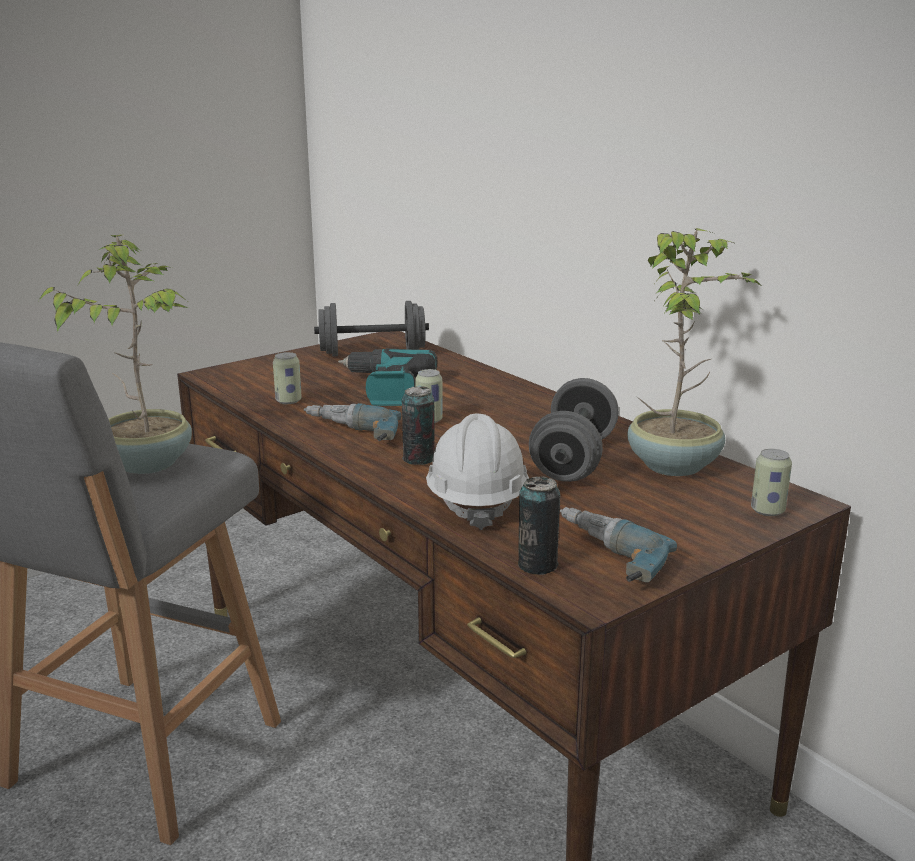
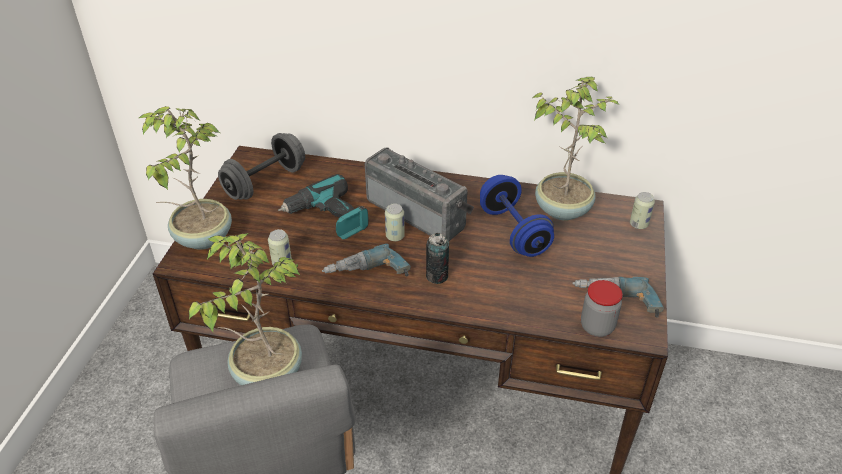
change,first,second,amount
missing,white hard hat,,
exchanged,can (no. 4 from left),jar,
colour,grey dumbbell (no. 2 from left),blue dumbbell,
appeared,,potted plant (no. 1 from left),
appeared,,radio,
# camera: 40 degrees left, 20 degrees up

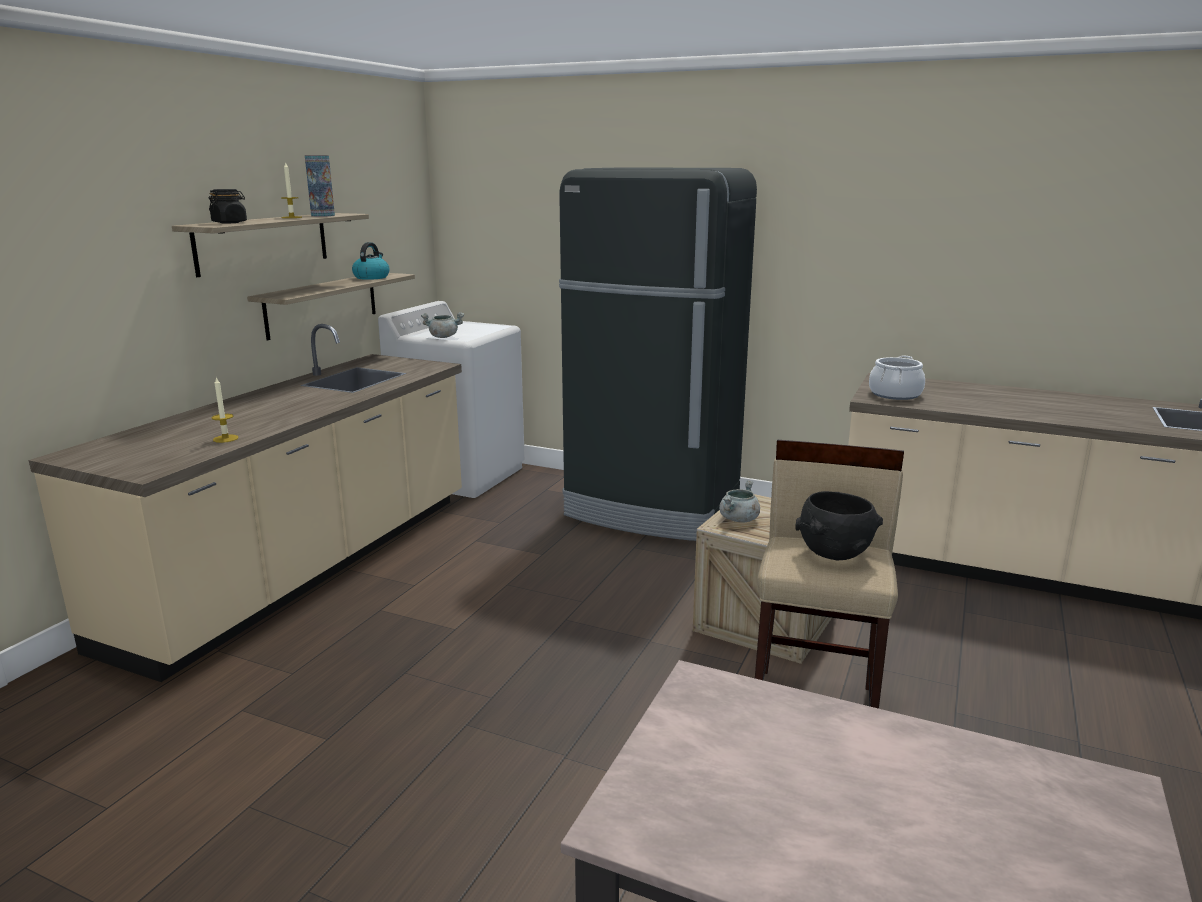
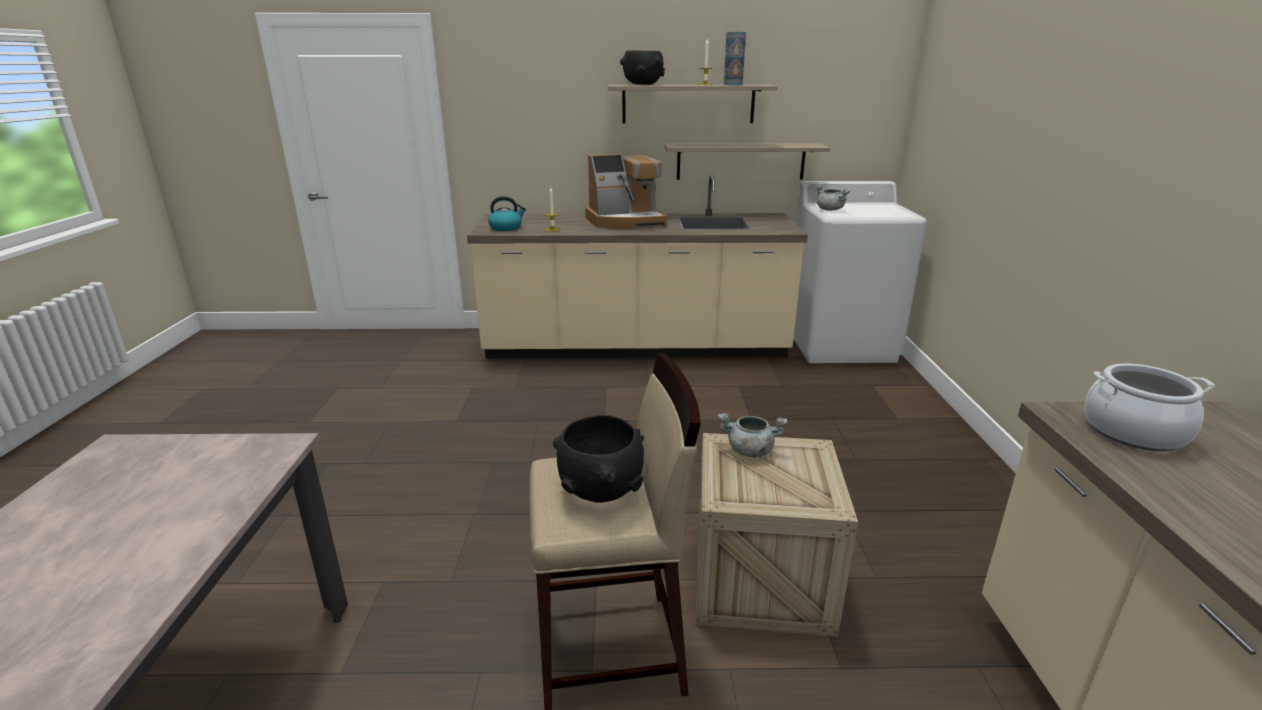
change,first,second,amount
exchanged,black jar,black bowl (no. 2 from left),
relocated,kettle,,
missing,black fridge,,
appeared,,coffee machine,
# camera: 65 degrees right, 5 degrees up

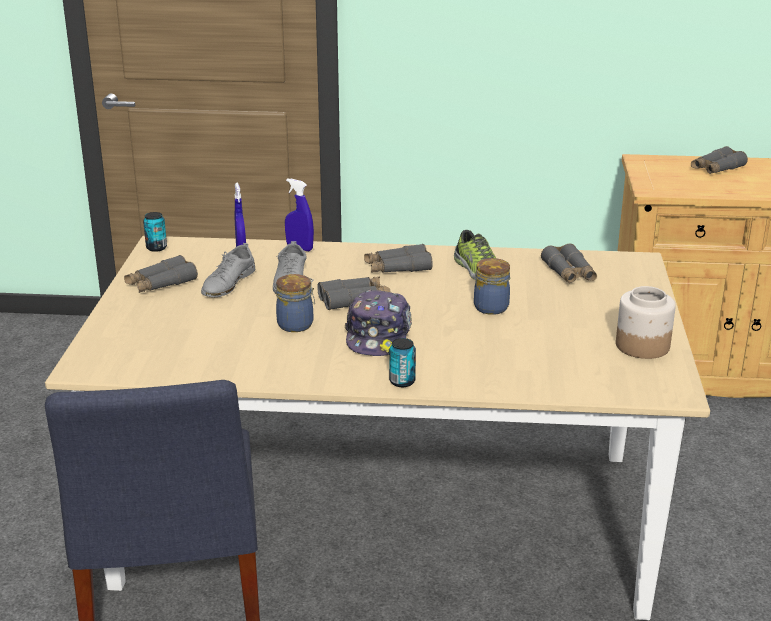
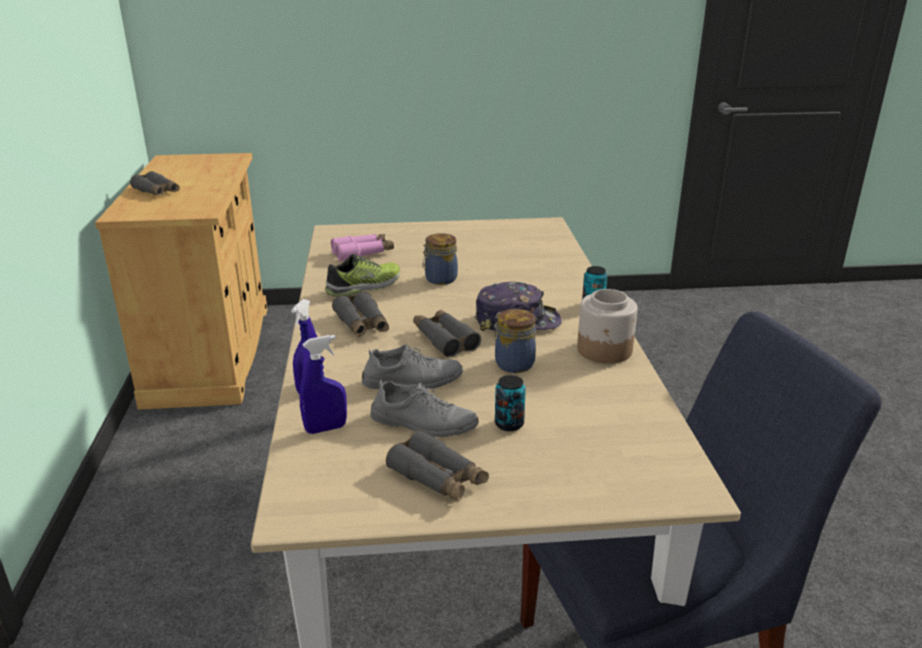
change,first,second,amount
relocated,can (no. 1 from left),,
colour,grey binoculars (no. 4 from left),pink binoculars,
relocated,jar (no. 3 from left),,
# camera: 100 degrees left, 0 degrees up

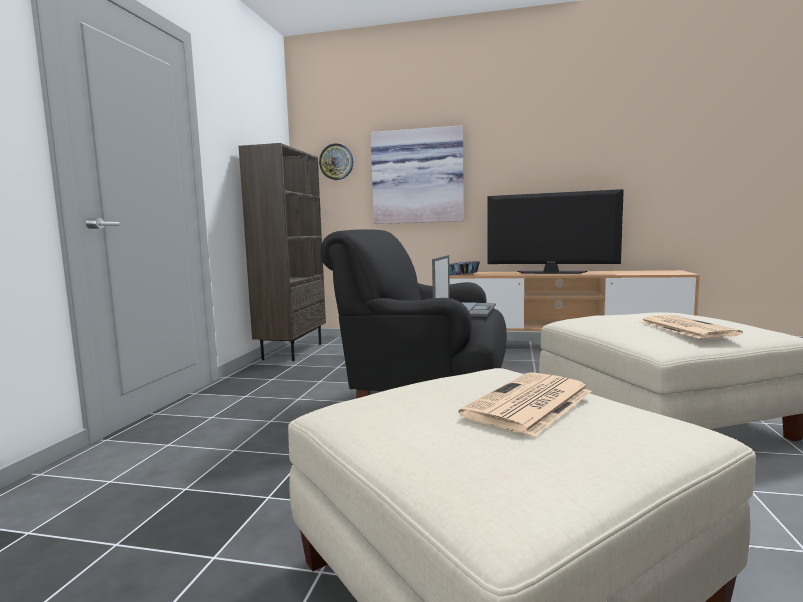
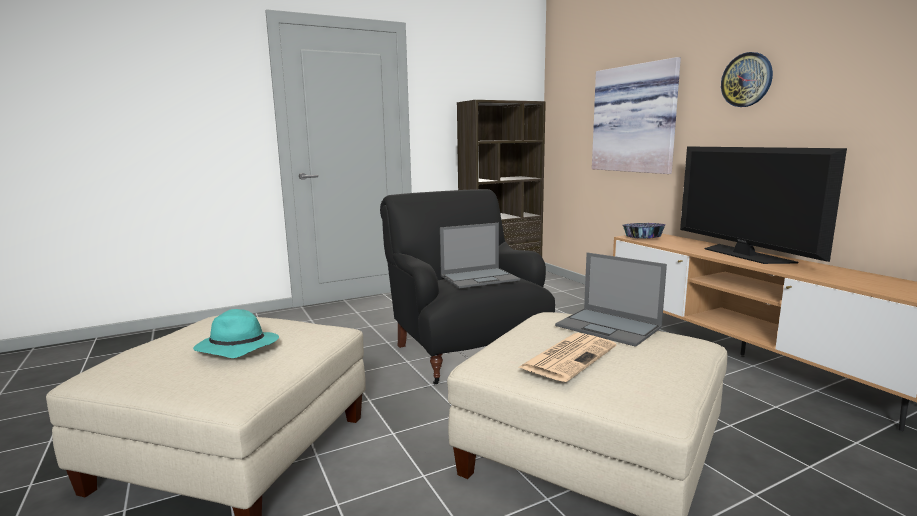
change,first,second,amount
relocated,wall clock,,
exchanged,newspaper (no. 1 from left),turquoise hat,
appeared,,laptop (no. 2 from left),
# camera: 50 degrees right, 5 degrees up

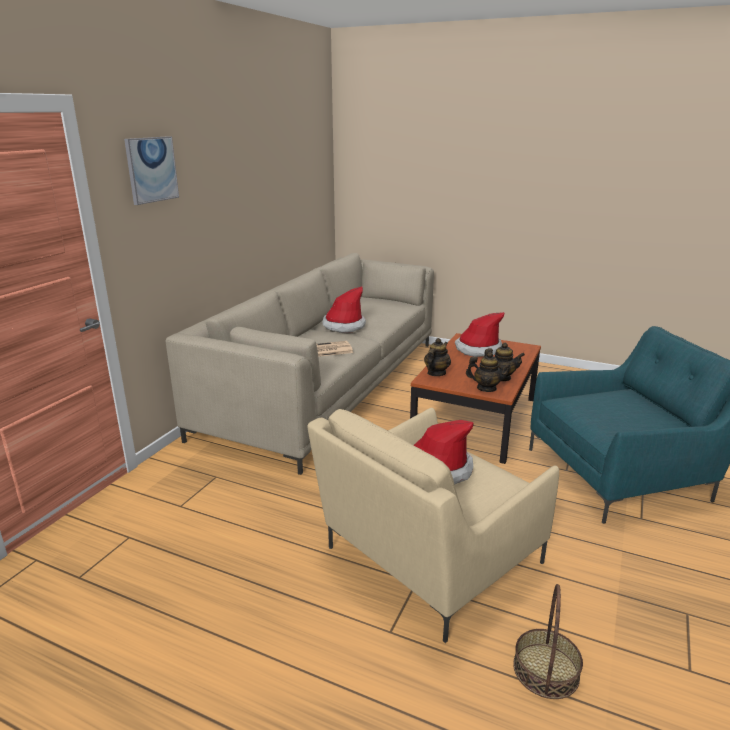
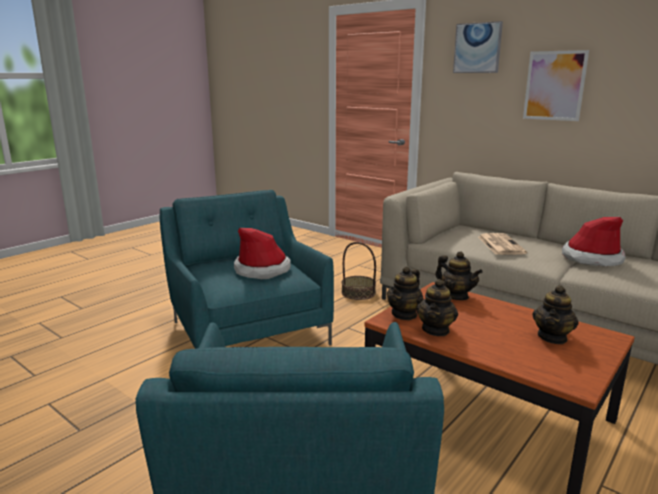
change,first,second,amount
colour,beige armchair,turquoise armchair (no. 1 from left),
exchanged,hat (no. 3 from left),teapot (no. 4 from left),
relocated,basket,,
appeared,,picture (no. 2 from left),
# camera: 105 degrees right, 5 degrees down

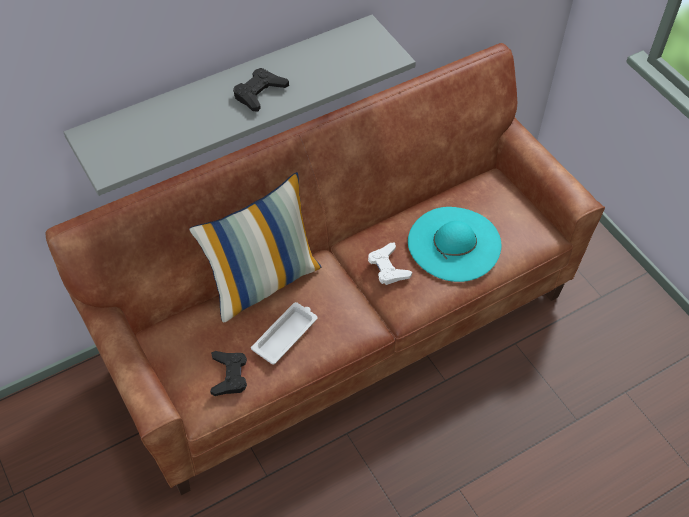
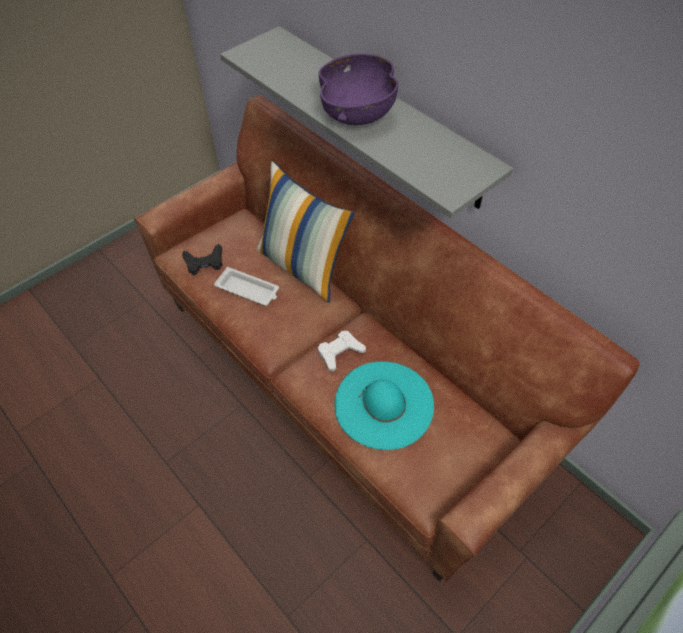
change,first,second,amount
exchanged,black game controller (no. 2 from left),purple bowl,
# camera: 80 degrees right, 0 degrees up

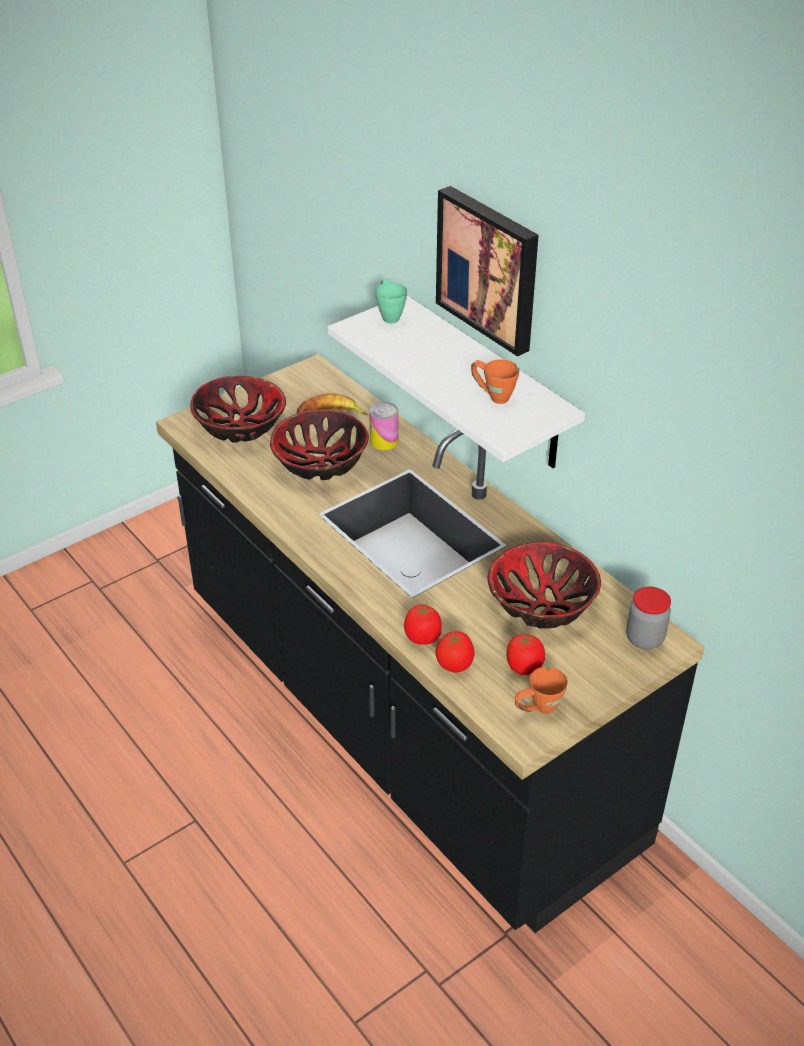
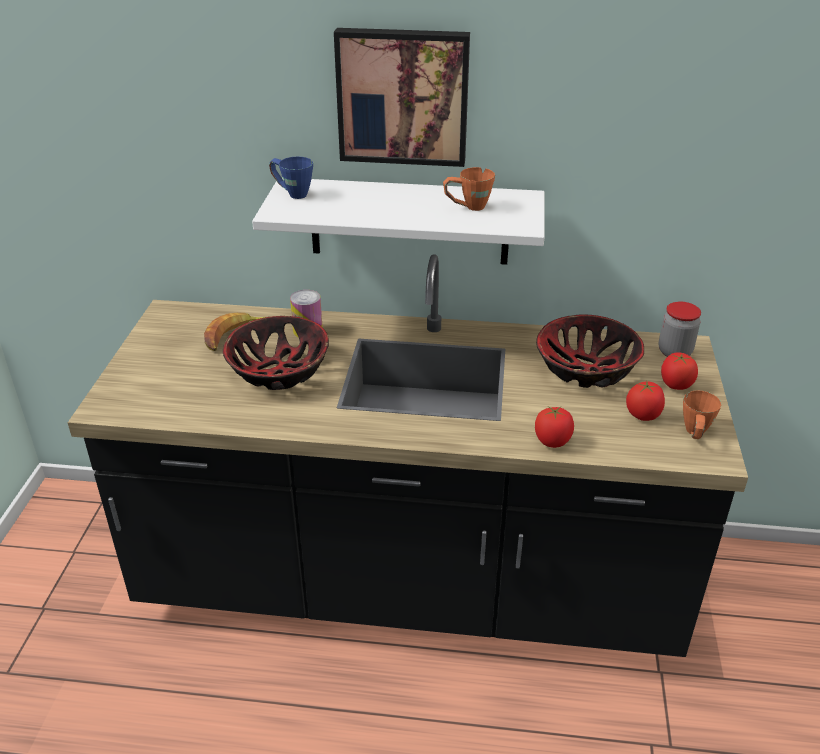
change,first,second,amount
missing,bowl (no. 1 from left),,
colour,green mug,blue mug,
relocated,tomato (no. 2 from left in the first image),tomato (no. 3 from left),
# camera: 45 degrees left, 5 degrees down

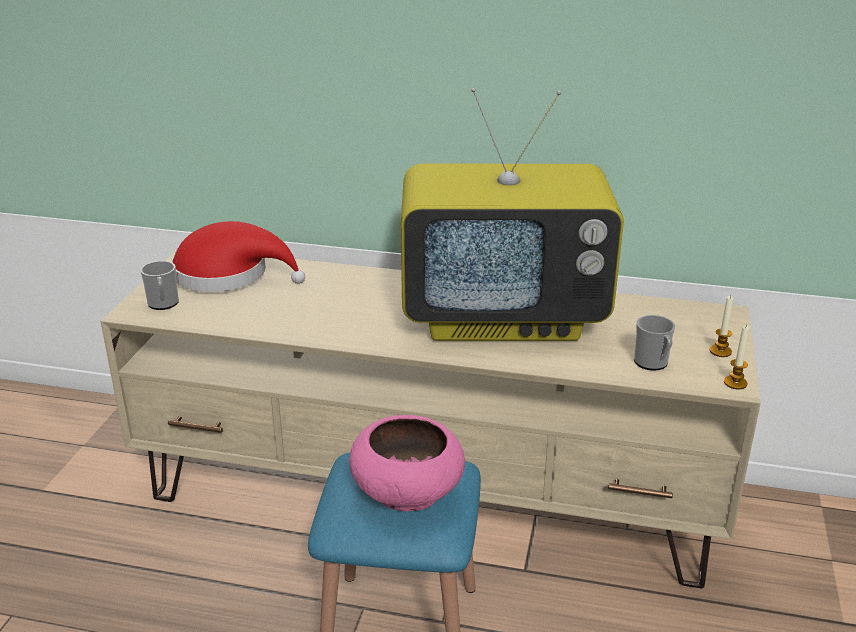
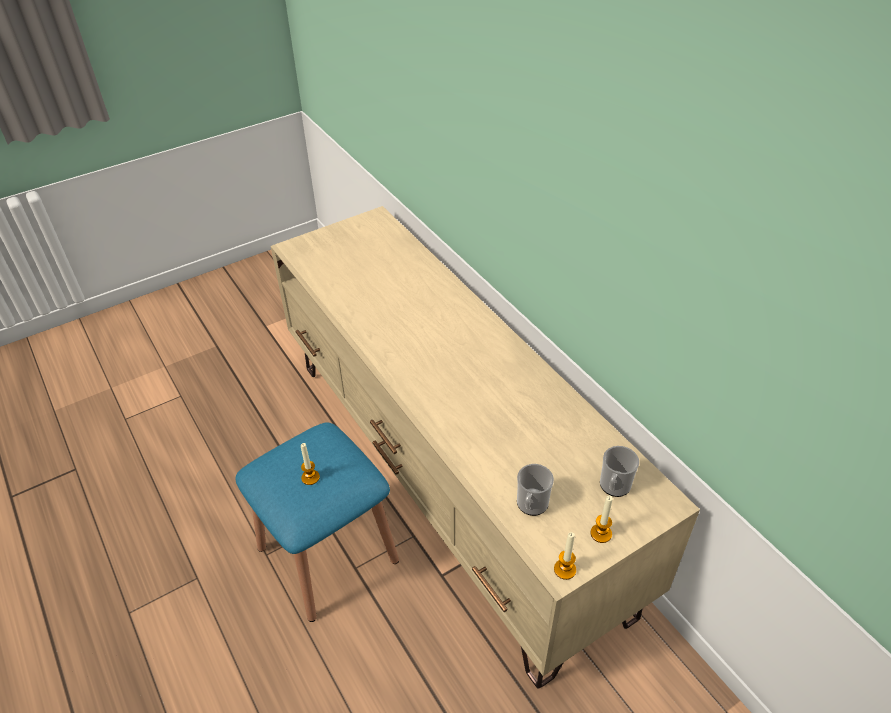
change,first,second,amount
relocated,mug (no. 1 from left in the first image),mug (no. 2 from left),
missing,red hat,,
exchanged,pink bowl,candle (no. 1 from left),
missing,television,,
# camera: 45 degrees right, 15 degrees up

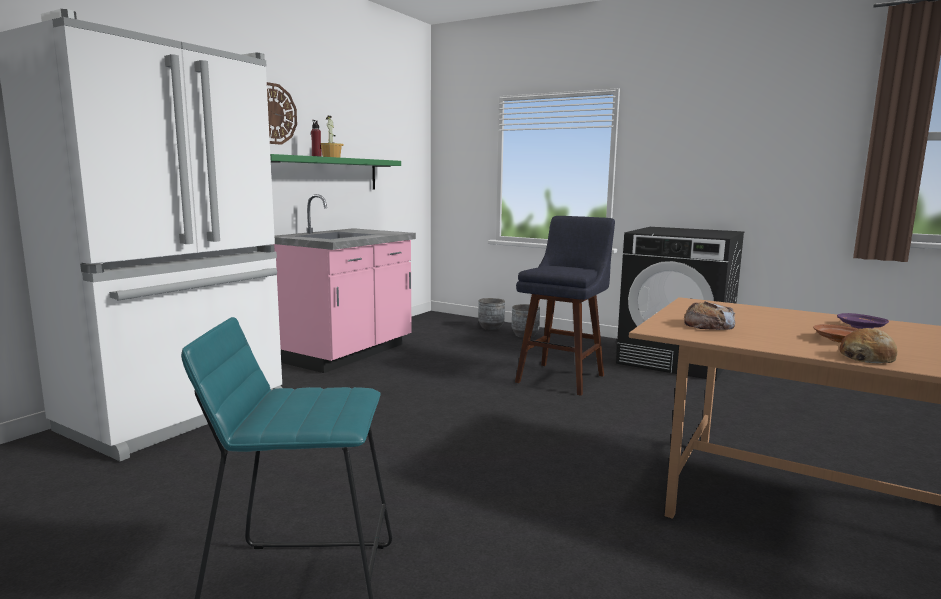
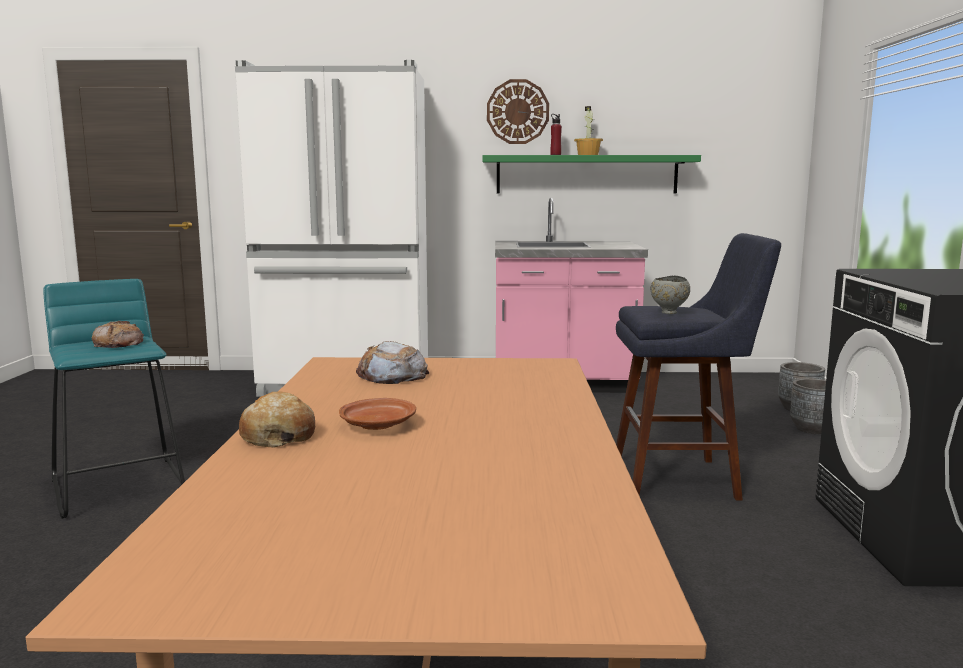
change,first,second,amount
missing,purple plate,,
appeared,,bread (no. 1 from left),
appeared,,grey bowl,
# camera: 60 degrees right, 0 degrees up

